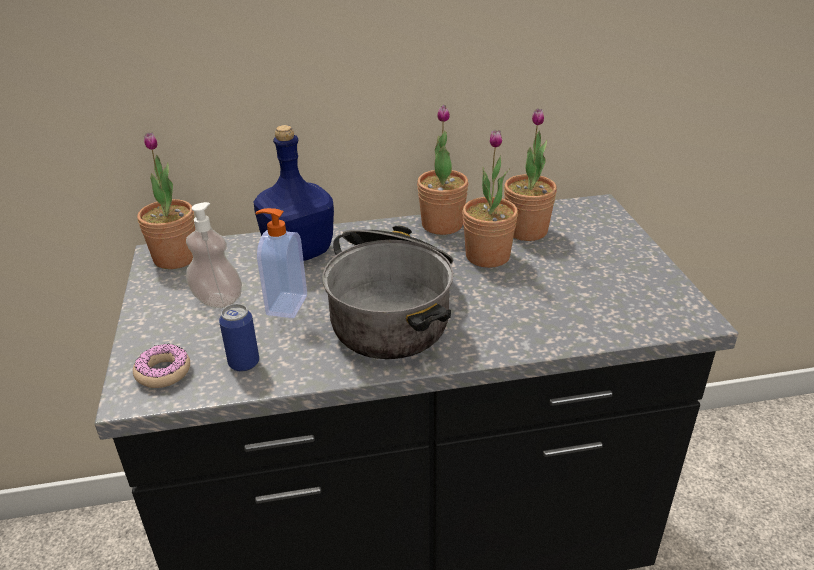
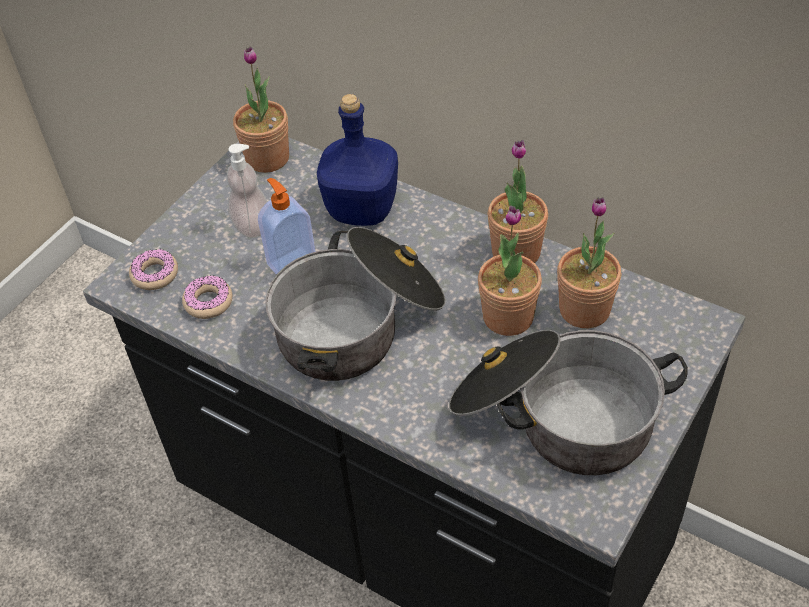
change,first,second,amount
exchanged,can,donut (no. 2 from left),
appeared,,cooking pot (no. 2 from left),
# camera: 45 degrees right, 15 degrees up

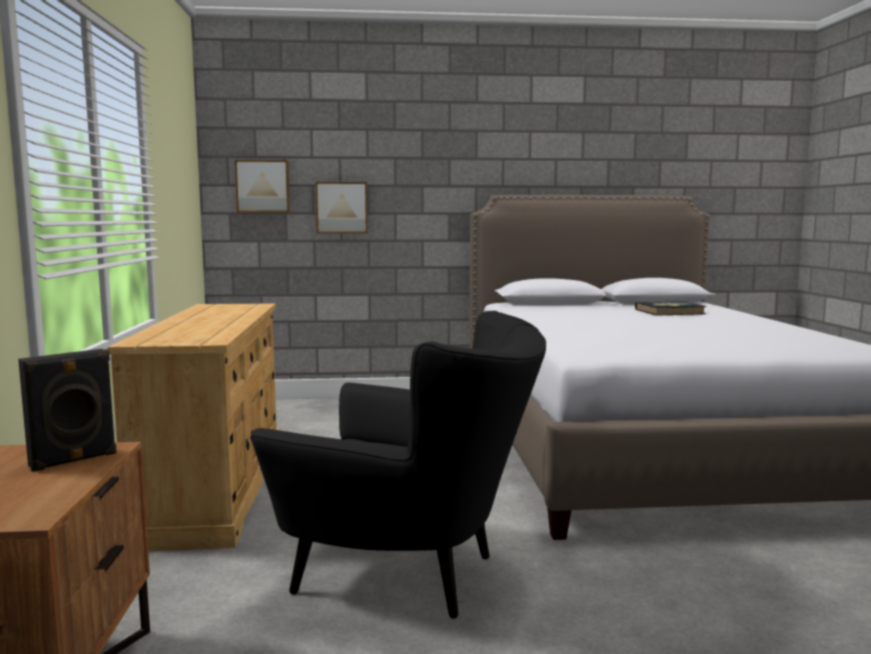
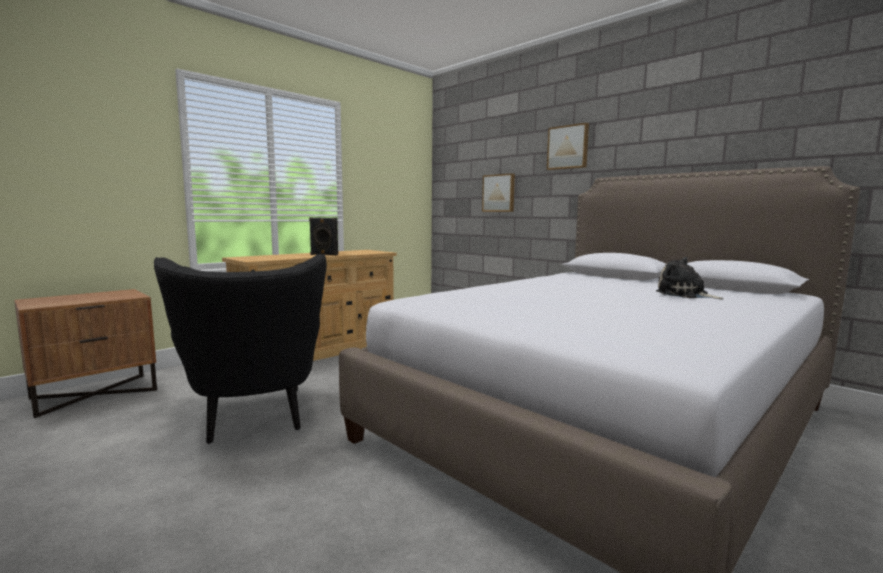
change,first,second,amount
relocated,black speaker,,
relocated,picture (no. 1 from left in the first image),picture (no. 2 from left),
exchanged,book,plush toy,
# camera: 50 degrees right, 0 degrees up

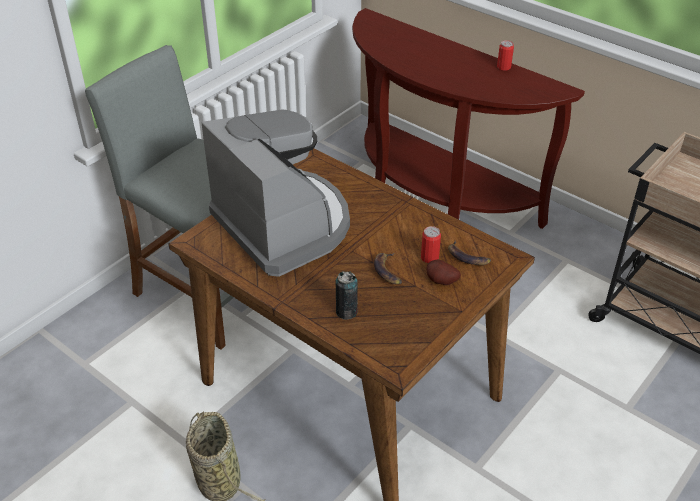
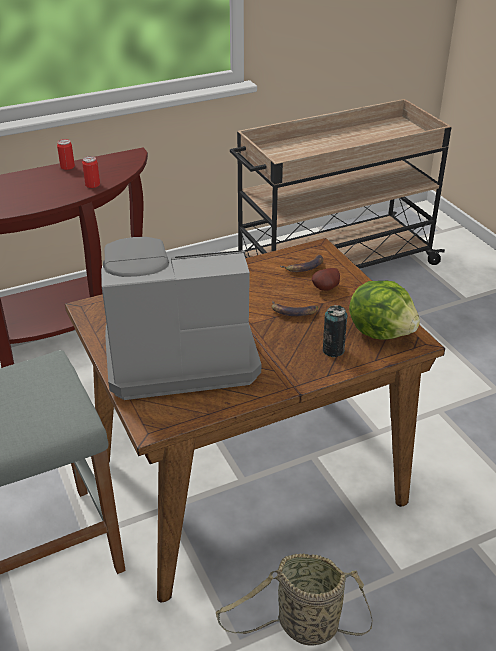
change,first,second,amount
relocated,can (no. 2 from left),,
appeared,,lettuce,
# camera: 65 degrees left, 5 degrees down

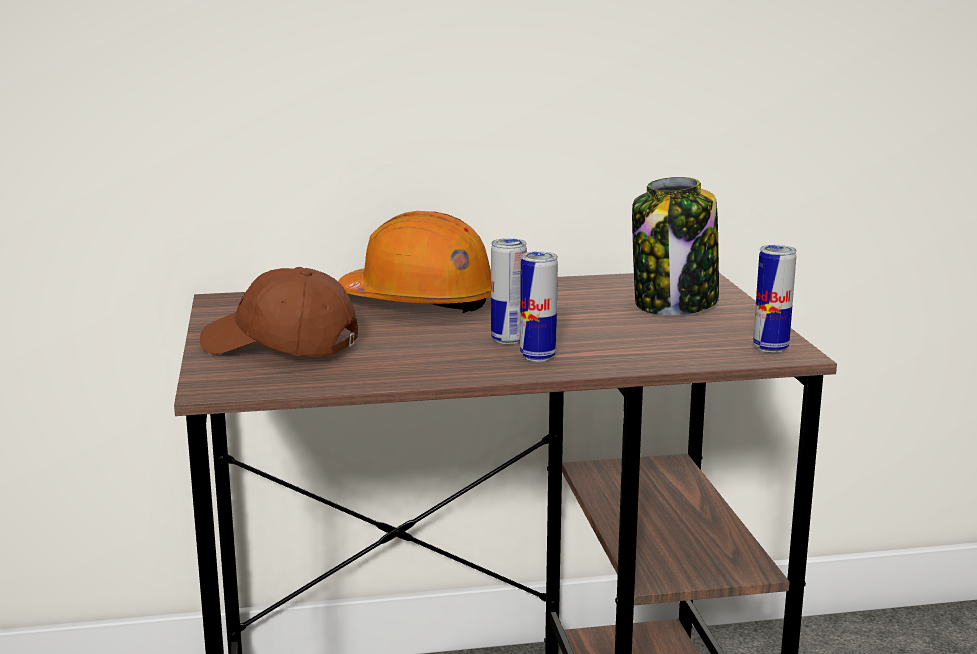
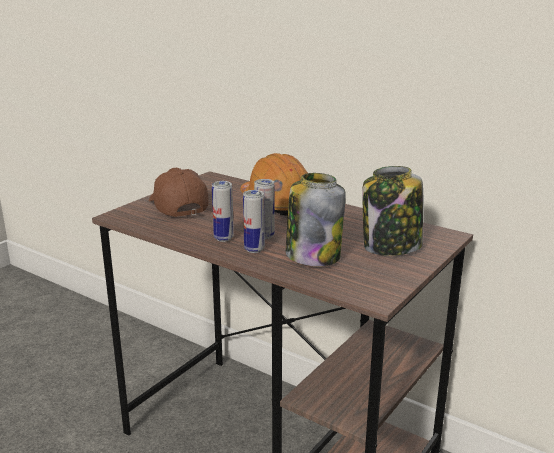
change,first,second,amount
relocated,can (no. 3 from left in the first image),can (no. 1 from left),
appeared,,jar (no. 1 from left),
# camera: 45 degrees right, 5 degrees up

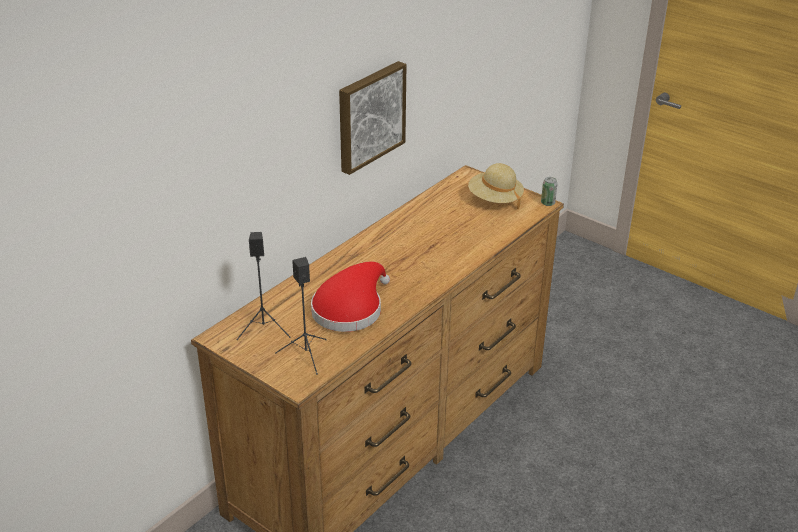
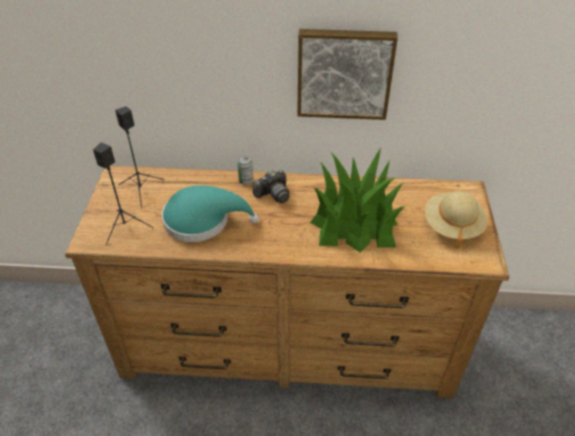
change,first,second,amount
colour,red hat,turquoise hat,
relocated,can,,
appeared,,photo camera,
appeared,,potted plant,
# camera: 55 degrees right, 10 degrees up

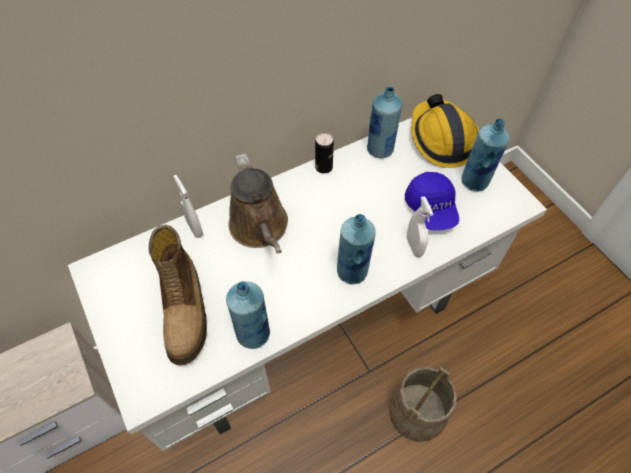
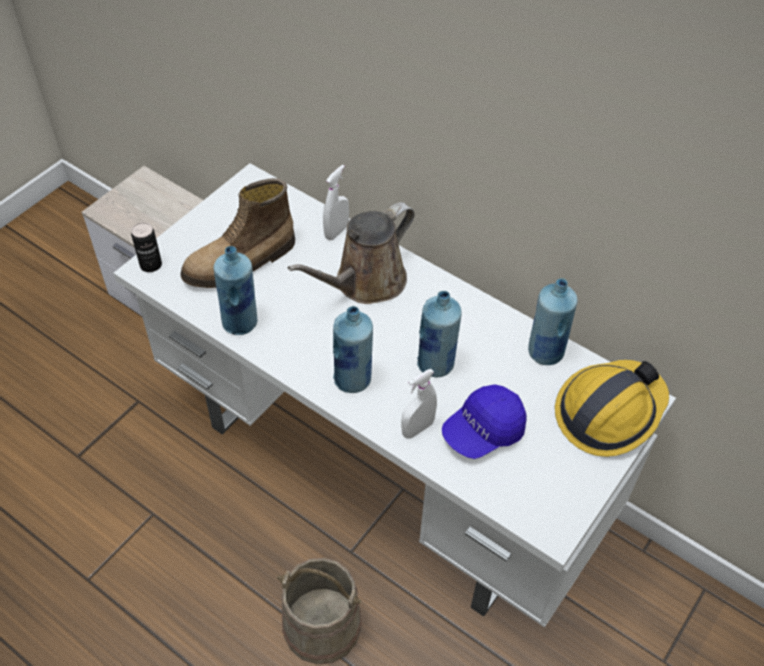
change,first,second,amount
relocated,can,,
relocated,blue bottle (no. 4 from left in the first image),blue bottle (no. 3 from left),
# camera: 65 degrees right, 5 degrees down

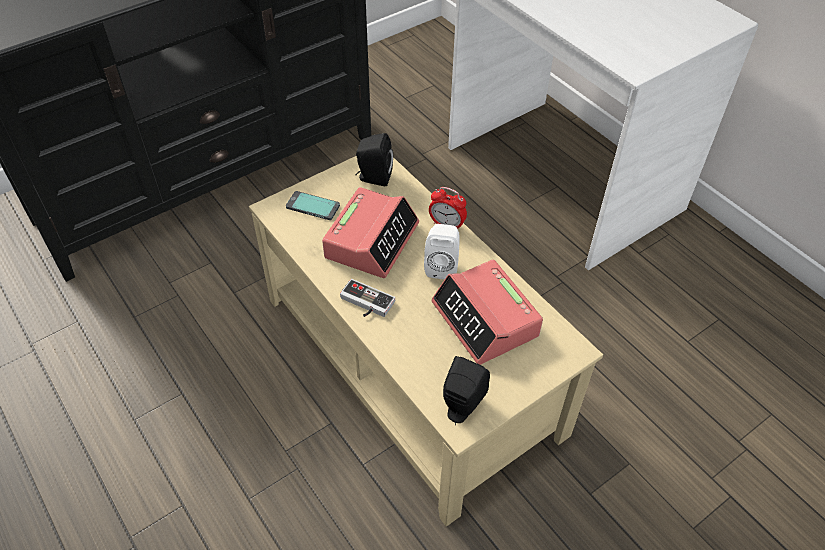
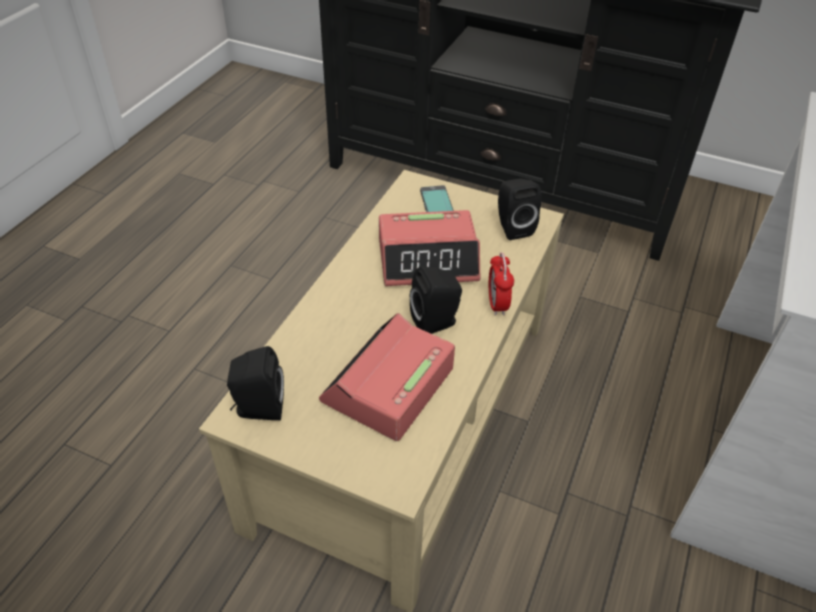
change,first,second,amount
missing,game controller,,
colour,white speaker,black speaker (no. 2 from left),
# camera: 60 degrees right, 5 degrees down

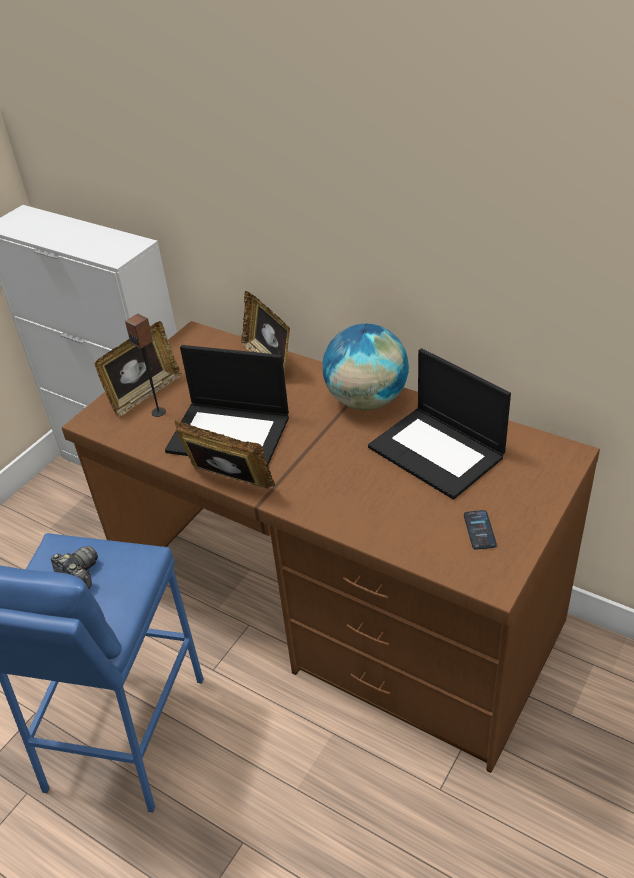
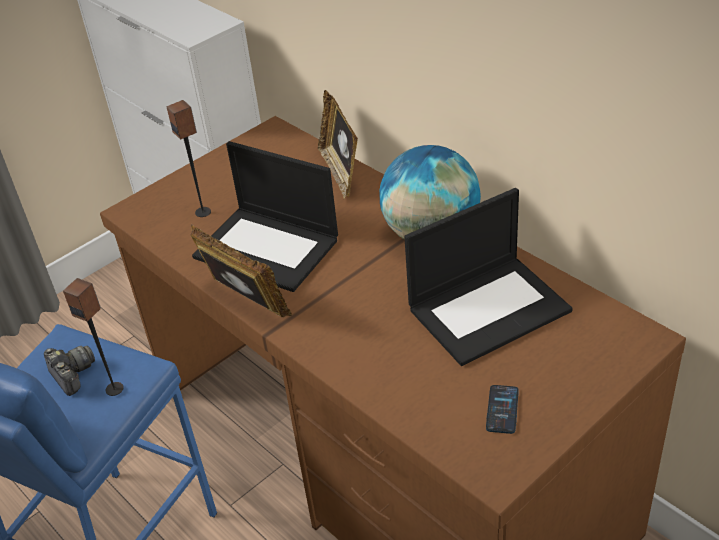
change,first,second,amount
missing,picture frame (no. 1 from left),,
spun,laptop (no. 2 from left),,90 degrees counterclockwise
appeared,,speaker (no. 1 from left),
# camera: 15 degrees right, 0 degrees up

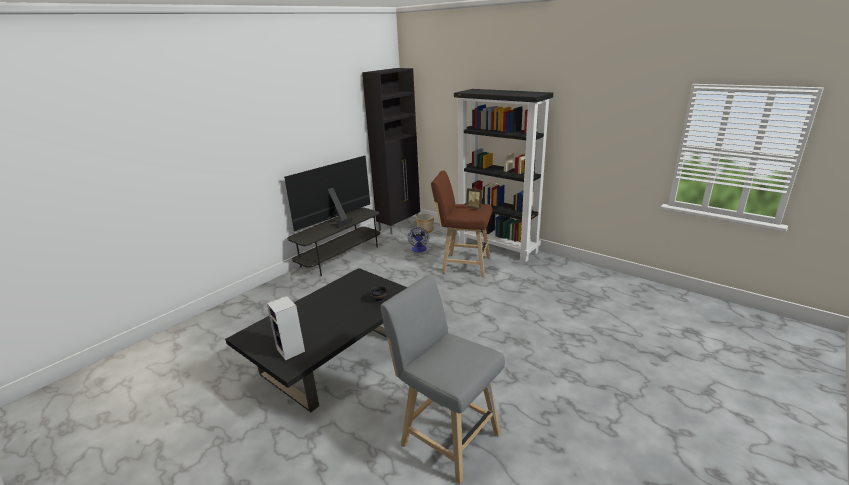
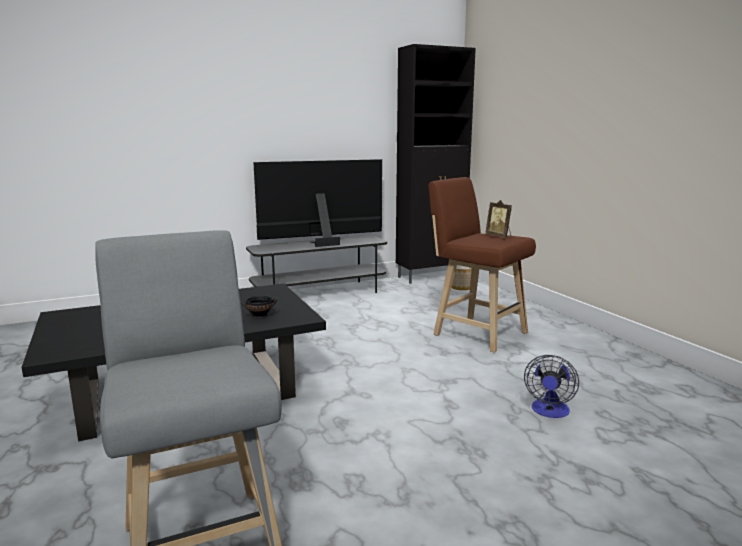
change,first,second,amount
missing,speaker,,
relocated,fan,,
missing,black bookcase,,
# camera: 25 degrees right, 10 degrees down

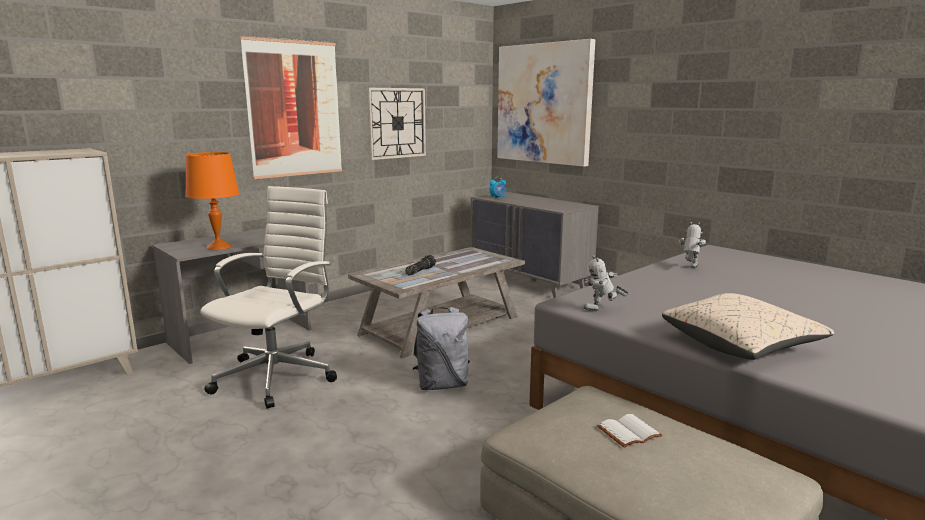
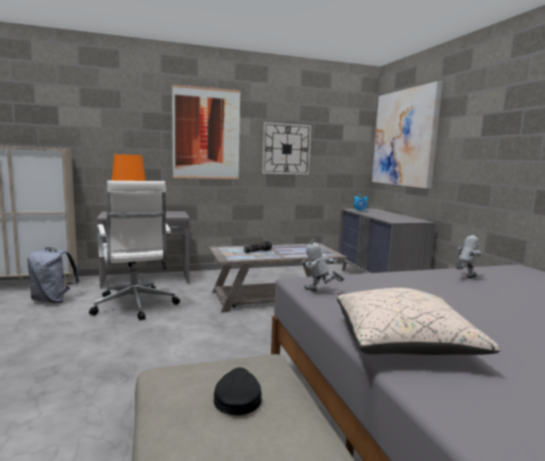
change,first,second,amount
spun,white office chair,,105 degrees clockwise
relocated,grey backpack,,
exchanged,white book,black cap,
# camera: 25 degrees right, 5 degrees down

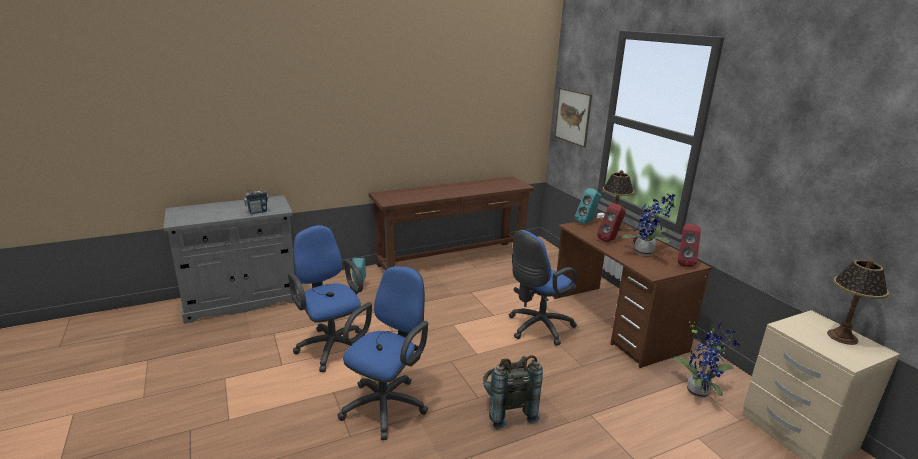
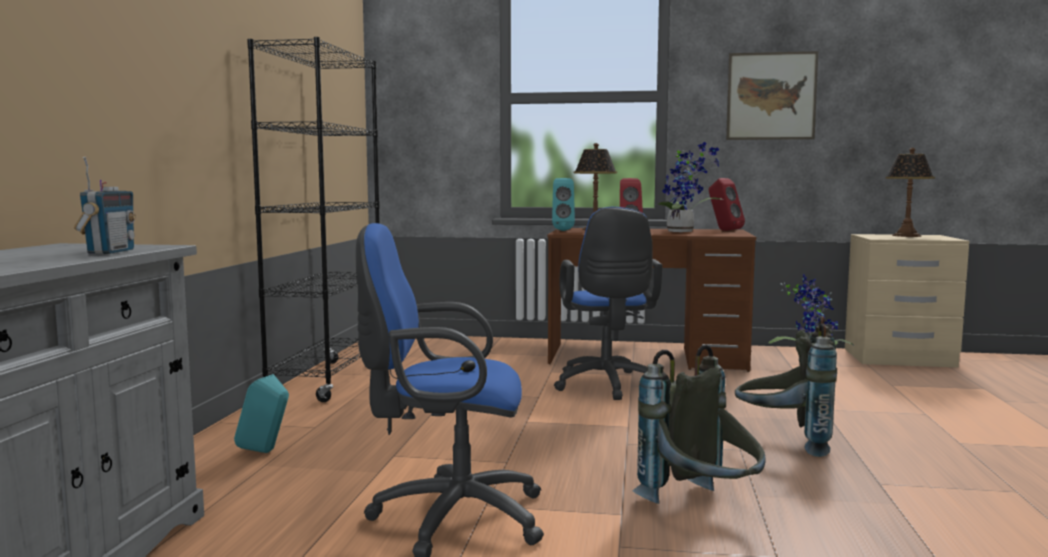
change,first,second,amount
exchanged,blue office chair (no. 2 from left),grey backpack (no. 1 from left),
exchanged,brown console table,black bookcase,
relocated,picture,,
# camera: 55 degrees left, 15 degrees down

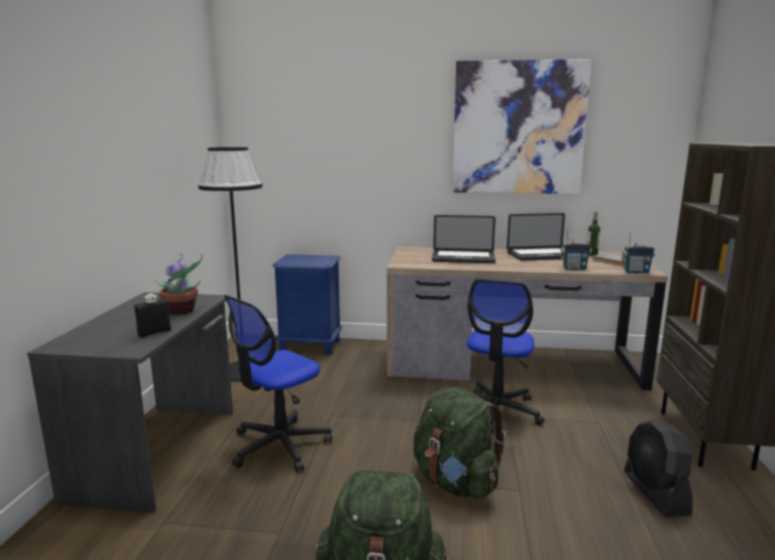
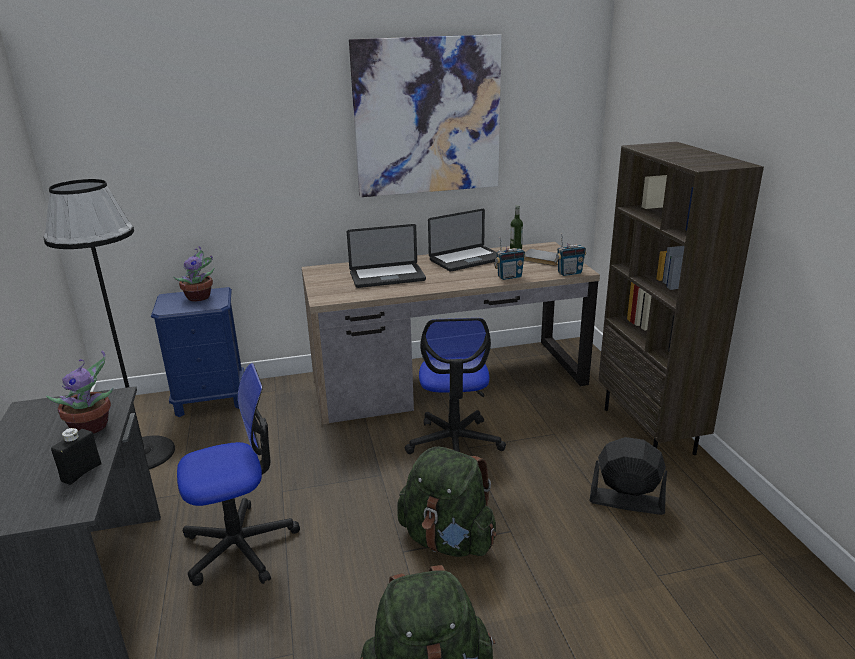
change,first,second,amount
spun,office chair (no. 1 from left),,135 degrees counterclockwise
spun,black fan,,135 degrees clockwise
appeared,,potted plant (no. 2 from left),
# camera: 20 degrees left, 10 degrees up

